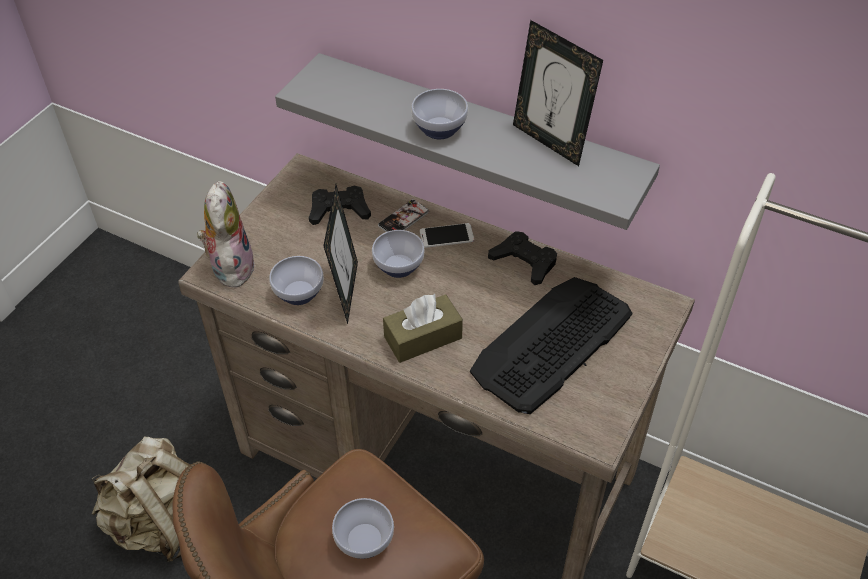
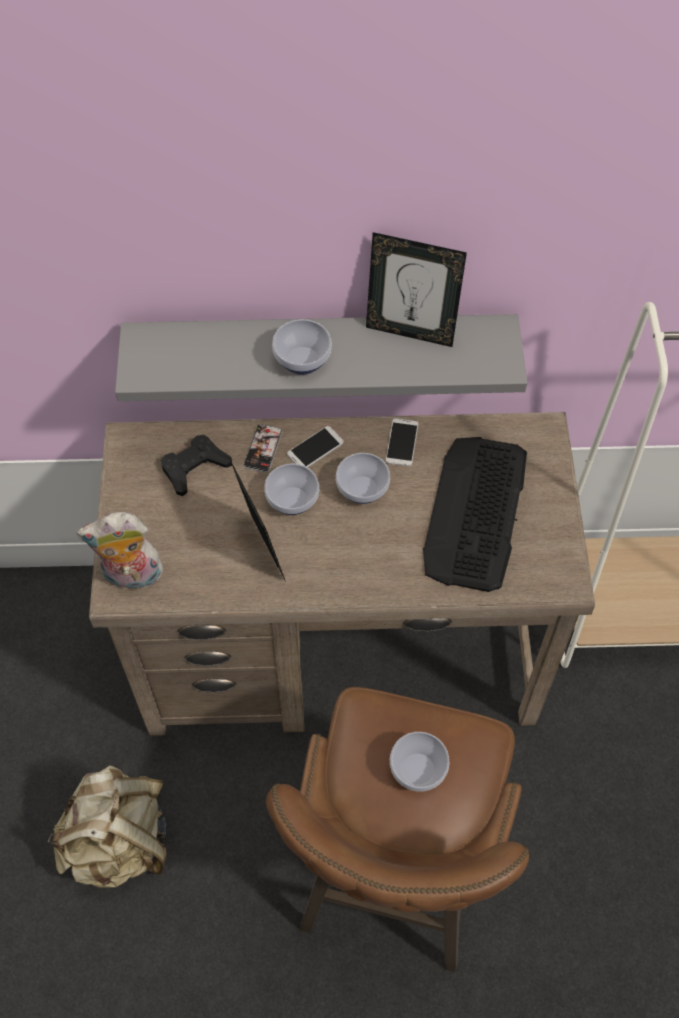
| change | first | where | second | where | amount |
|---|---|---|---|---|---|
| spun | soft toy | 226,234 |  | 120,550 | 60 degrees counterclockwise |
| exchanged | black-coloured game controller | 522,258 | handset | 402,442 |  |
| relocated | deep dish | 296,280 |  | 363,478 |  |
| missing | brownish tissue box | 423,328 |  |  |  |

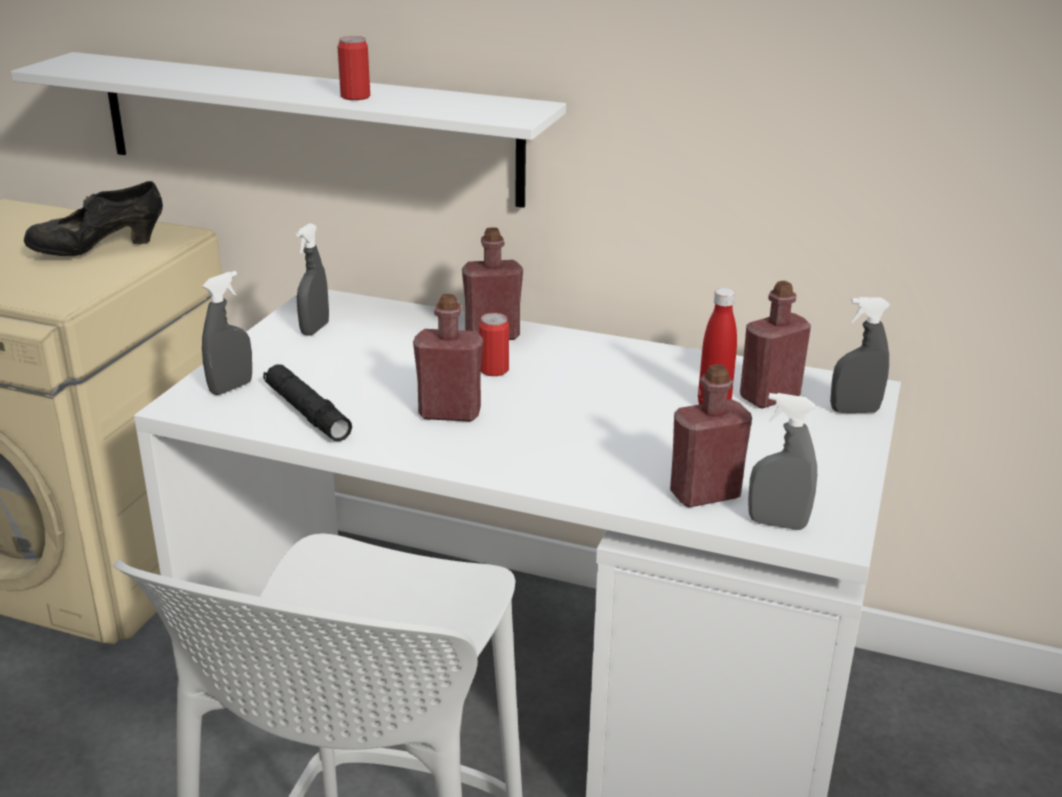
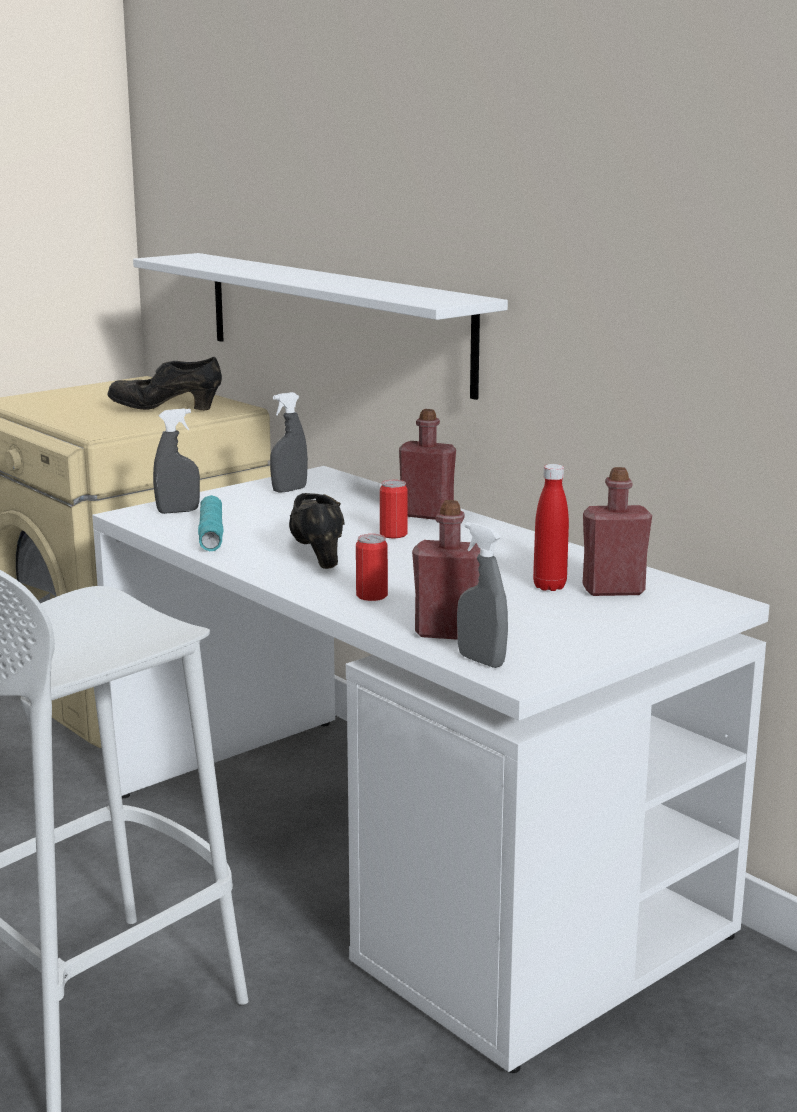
| change | first | where | second | where | amount |
|---|---|---|---|---|---|
| relocated | sealed can | 354,68 |  | 372,567 |  |
| exchanged | red-coloured drink bottle | 448,358 | black-coloured low shoe | 317,531 |  |
| missing | grey hand sprayer | 860,355 |  |  |  |
| colour | black-coloured torch | 307,402 | turquoise-coloured torch | 211,523 |  |

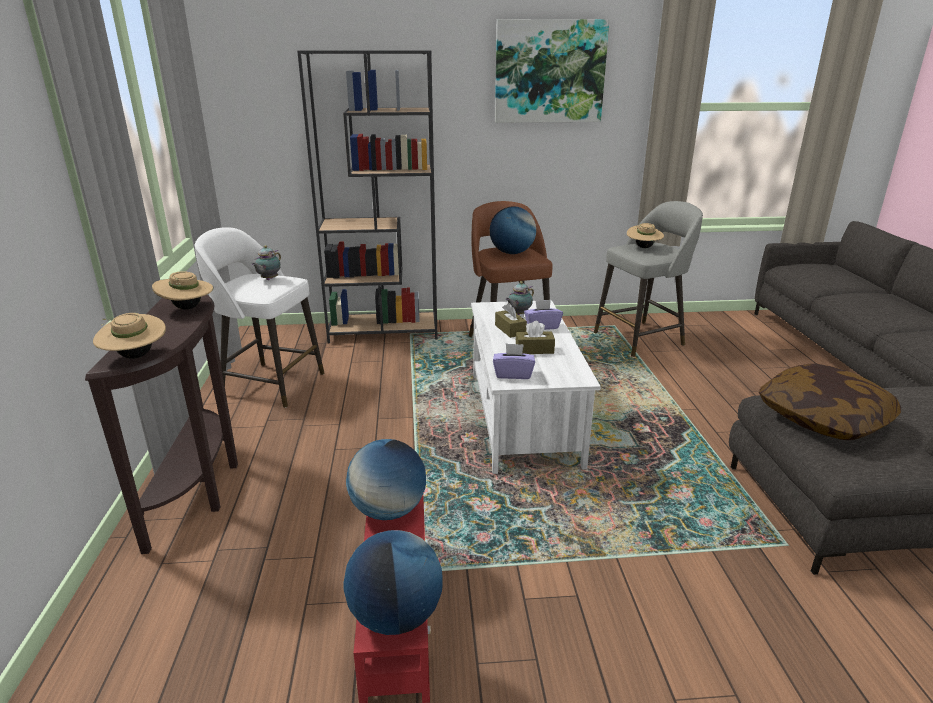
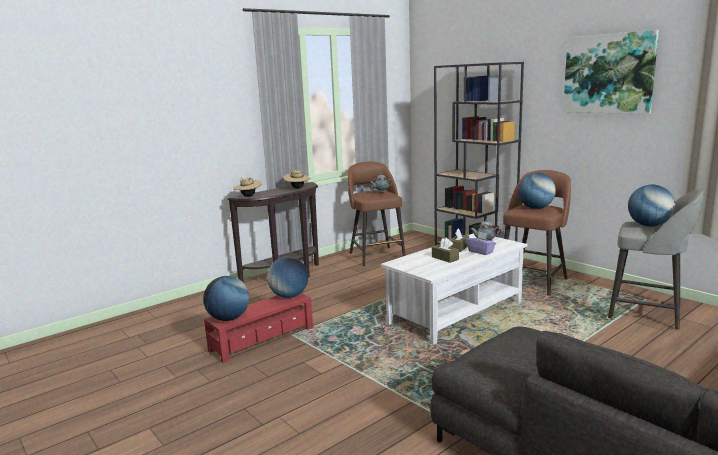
| change | first | where | second | where | amount |
|---|---|---|---|---|---|
| exchanged | beige-coloured wearable hat | 645,235 | desk globe | 651,205 |  |
| colour | white-coloured stool seat | 260,317 | brownish stool seat | 377,214 |  |
| missing | purple-coloured tissue box | 514,361 |  |  |  |
| missing | pillow | 830,402 |  |  |  |

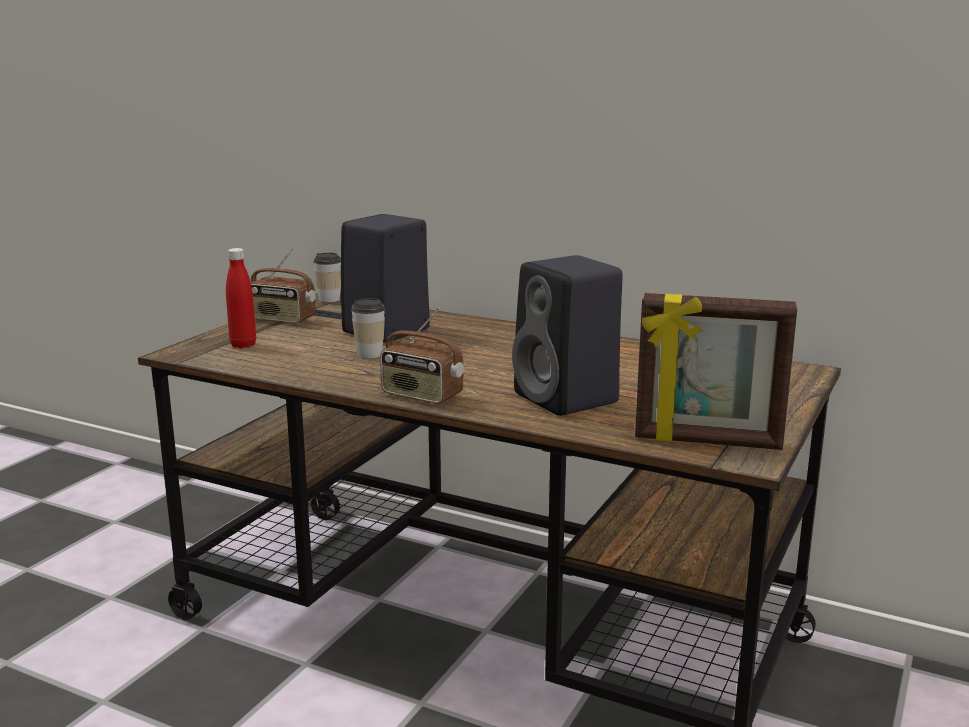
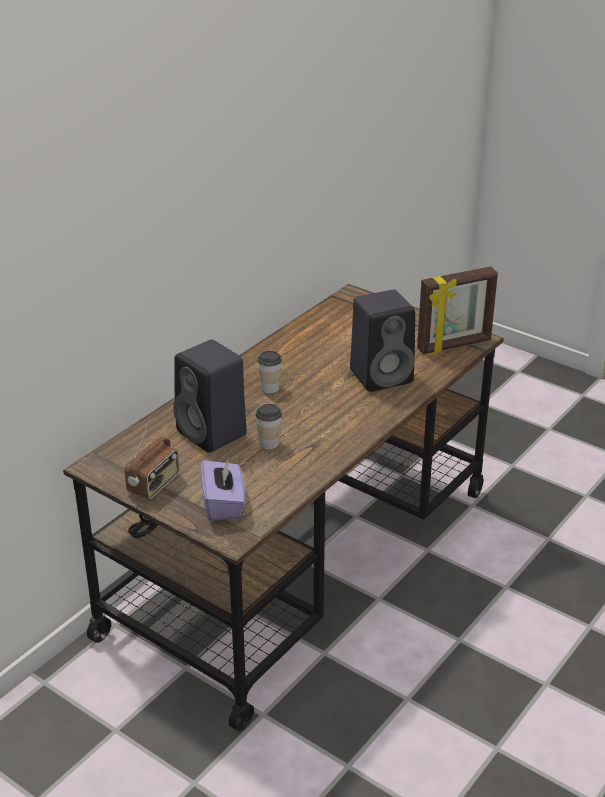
| change | first | where | second | where | amount |
|---|---|---|---|---|---|
| exchanged | red-coloured drink bottle | 241,298 | purple-coloured tissue box | 222,490 |  |
| relocated | small cup | 327,277 |  | 269,372 |  |
| spun | photo frame | 716,371 |  | 457,310 | 45 degrees clockwise |
| missing | radio | 422,355 |  |  |  |

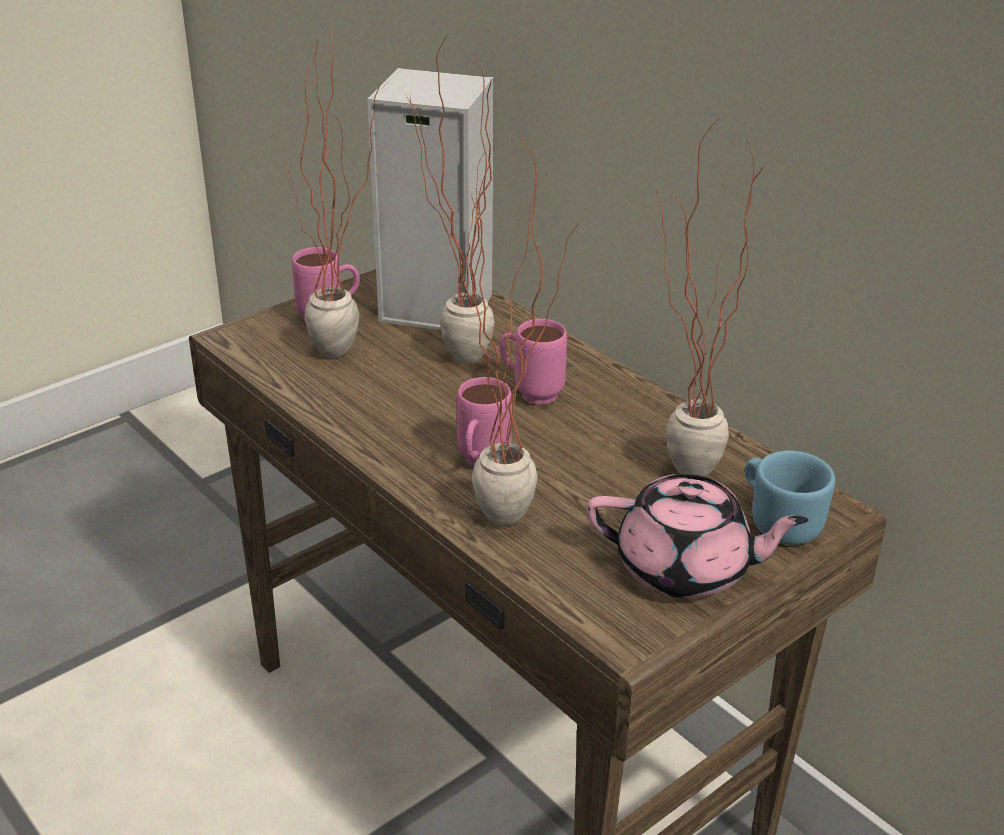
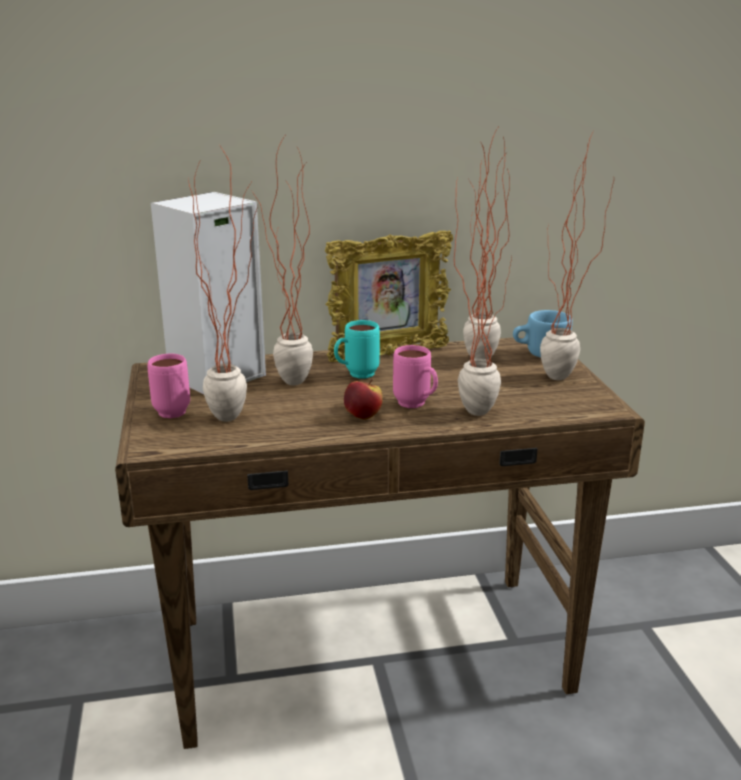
| change | first | where | second | where | amount |
|---|---|---|---|---|---|
| colour | pink coffee mug | 533,362 | turquoise-coloured coffee mug | 357,349 |  |
| exchanged | pink pot for tea | 698,536 | plant in a pot | 577,256 |  |
| appeared |  |  | photo frame | 389,296 |  |
| appeared |  |  | apple | 363,399 |  |

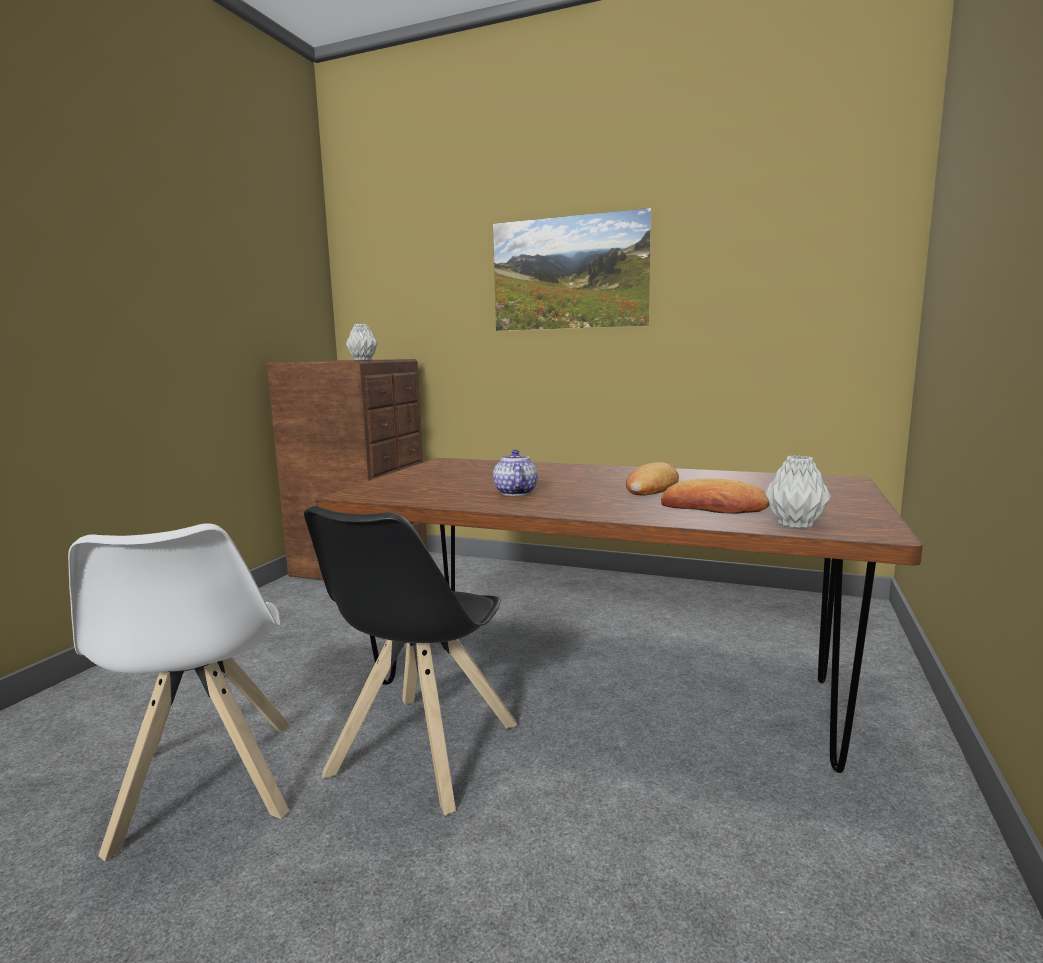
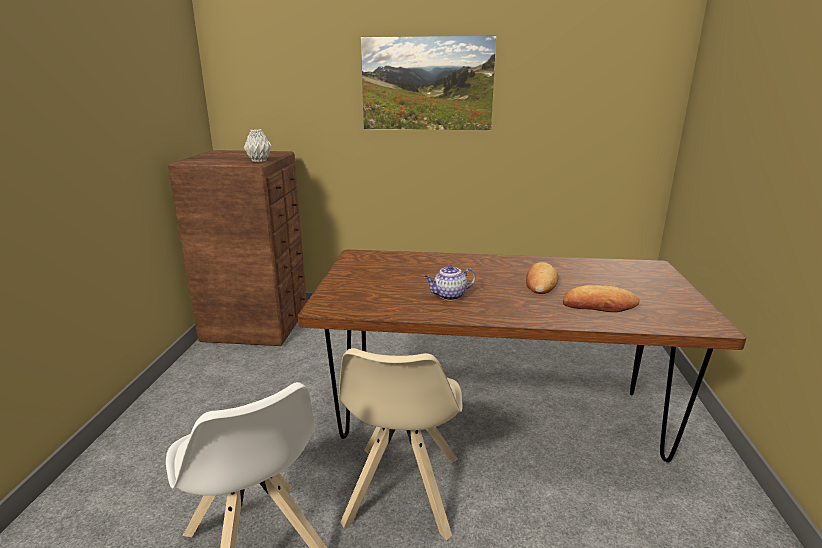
| change | first | where | second | where | amount |
|---|---|---|---|---|---|
| spun | pot for tea | 515,473 |  | 450,282 | 90 degrees counterclockwise |
| missing | grey flower vase | 798,491 |  |  |  |
| colour | black-coloured chair | 411,660 | beige-coloured chair | 400,444 |  |

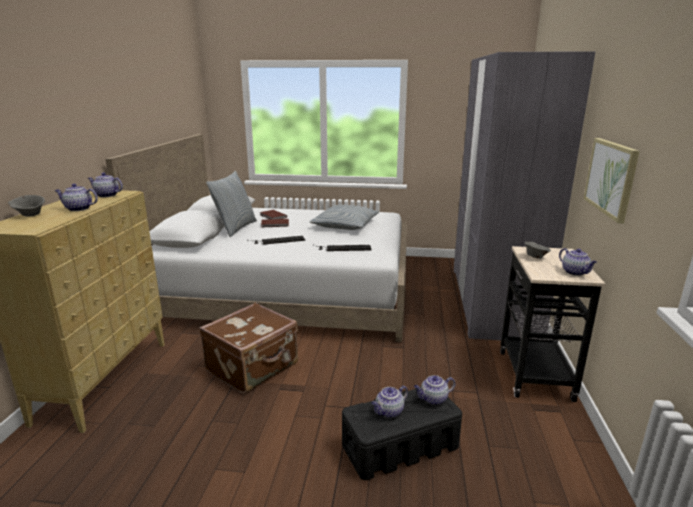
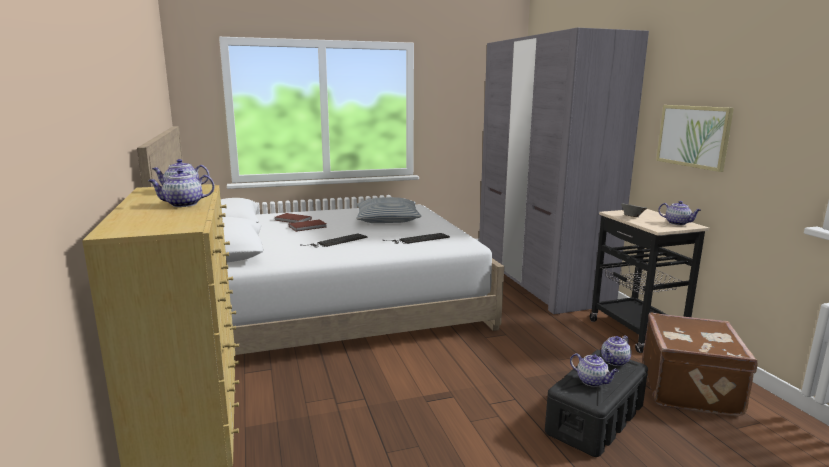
| change | first | where | second | where | amount |
|---|---|---|---|---|---|
| missing | pillow | 231,204 |  |  |  |
| missing | grey deep dish | 26,206 |  |  |  |
| relocated | brownish piece of luggage | 248,348 |  | 700,365 |  |
| spun | pot for tea | 389,402 |  | 594,370 | 75 degrees counterclockwise |

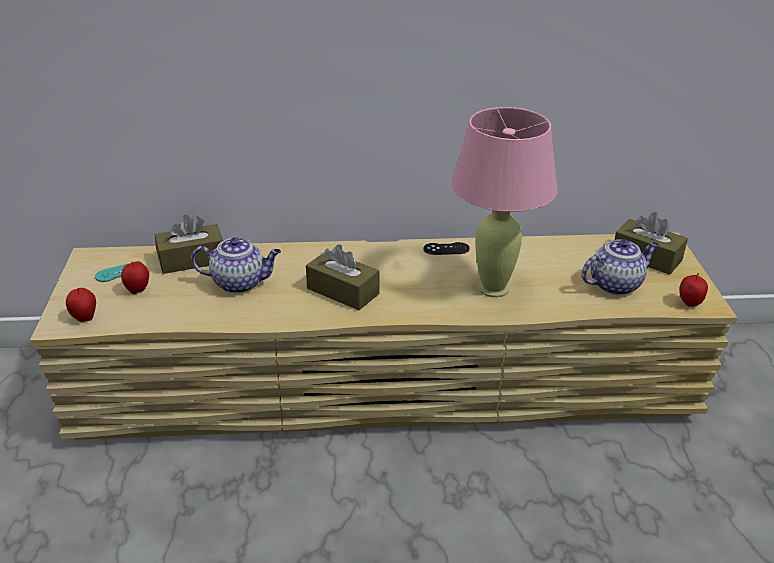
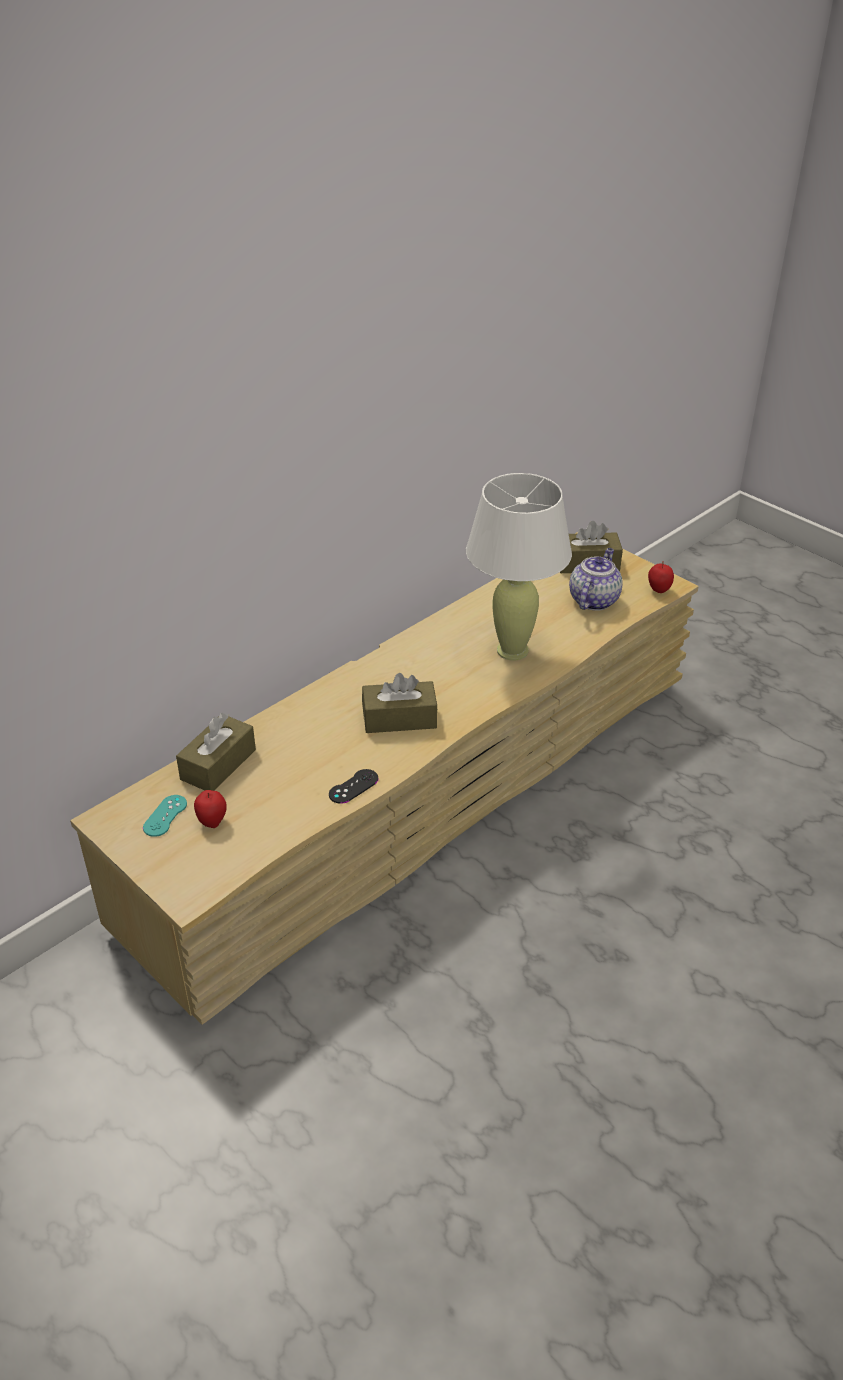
| change | first | where | second | where | amount |
|---|---|---|---|---|---|
| colour | pink lamp for a table | 504,202 | white-coloured lamp for a table | 519,567 |  |
| missing | pot for tea | 236,265 |  |  |  |
| relocated | black-coloured game controller | 446,248 |  | 354,786 |  |
| missing | apple | 81,305 |  |  |  |

